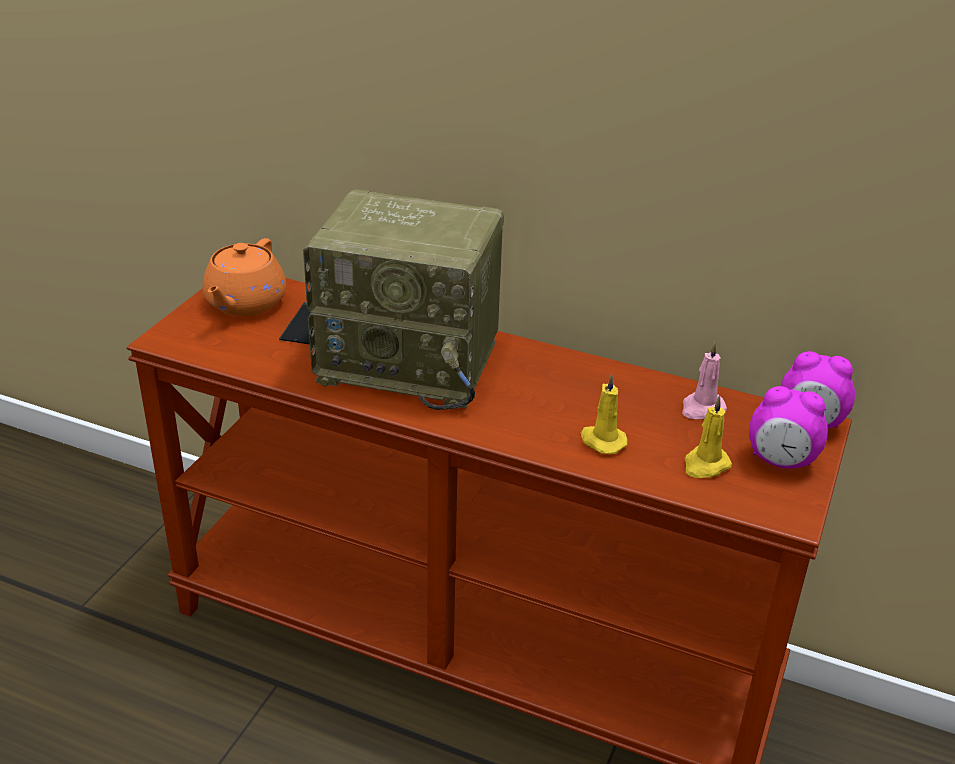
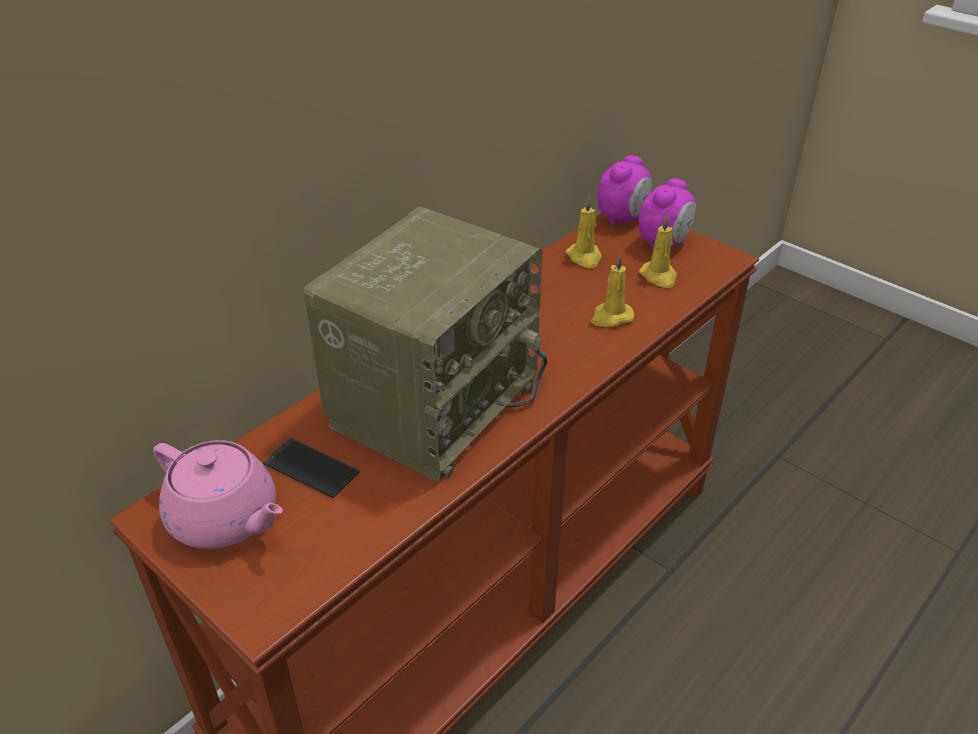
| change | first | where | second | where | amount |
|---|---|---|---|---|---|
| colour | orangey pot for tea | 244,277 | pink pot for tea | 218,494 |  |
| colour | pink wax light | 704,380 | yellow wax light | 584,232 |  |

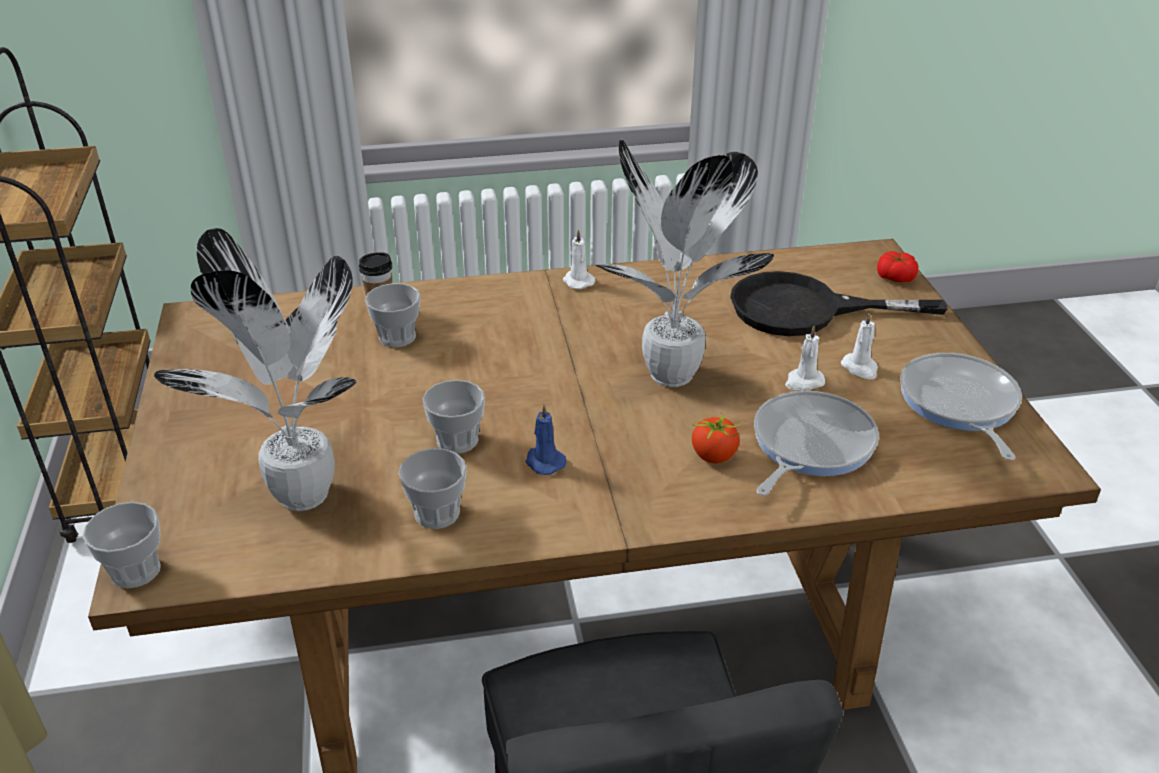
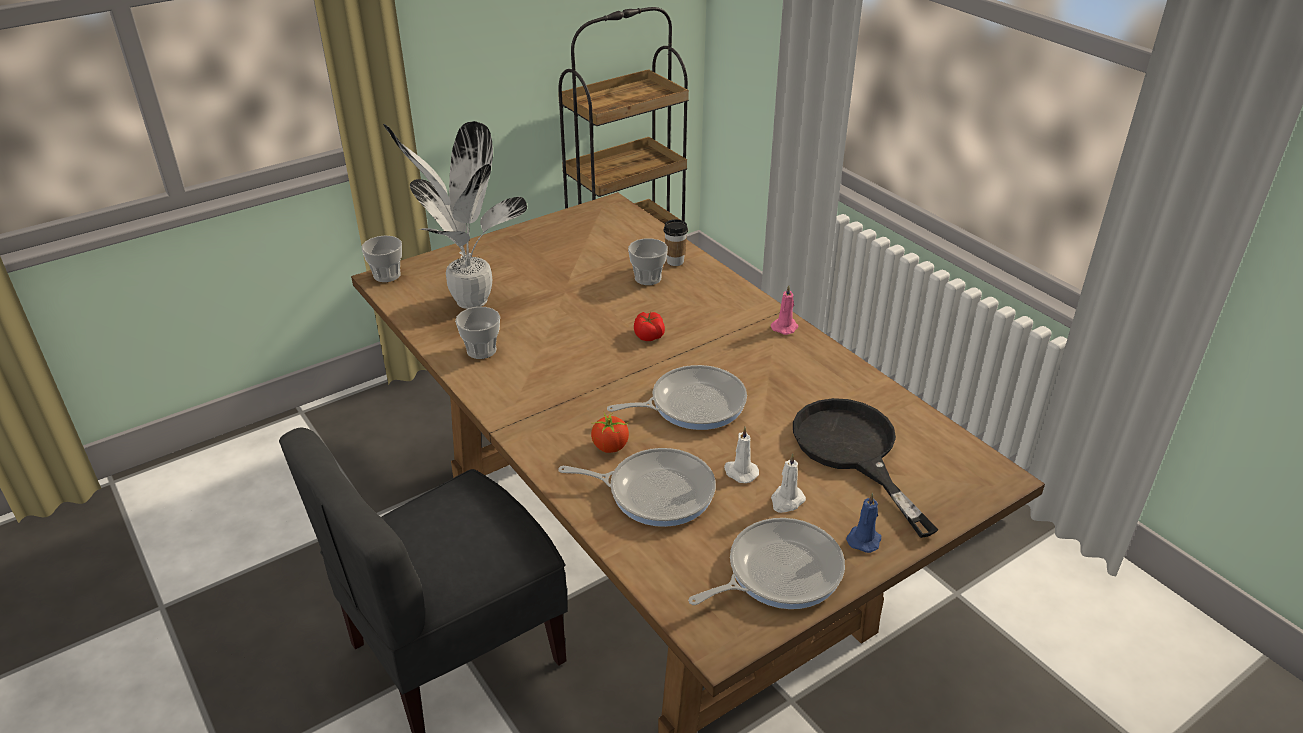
| change | first | where | second | where | amount |
|---|---|---|---|---|---|
| exchanged | plant in a pot | 684,263 | skillet | 677,397 |  |
| colour | white-coloured wax light | 579,259 | pink wax light | 784,310 |  |
| relocated | fresh tomato | 897,266 |  | 649,326 |  |
| missing | small cup | 453,417 |  |  |  |
| relocated | blue-coloured wax light | 546,439 |  | 863,522 |  |

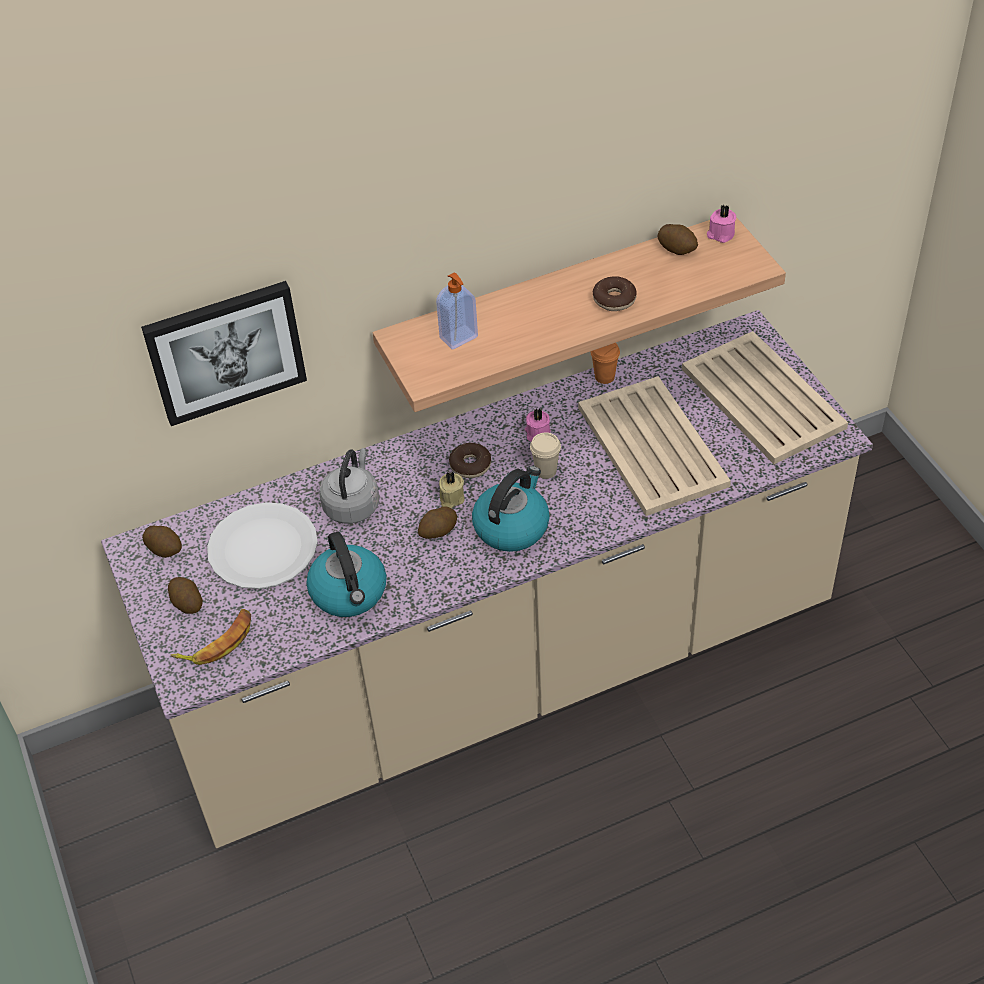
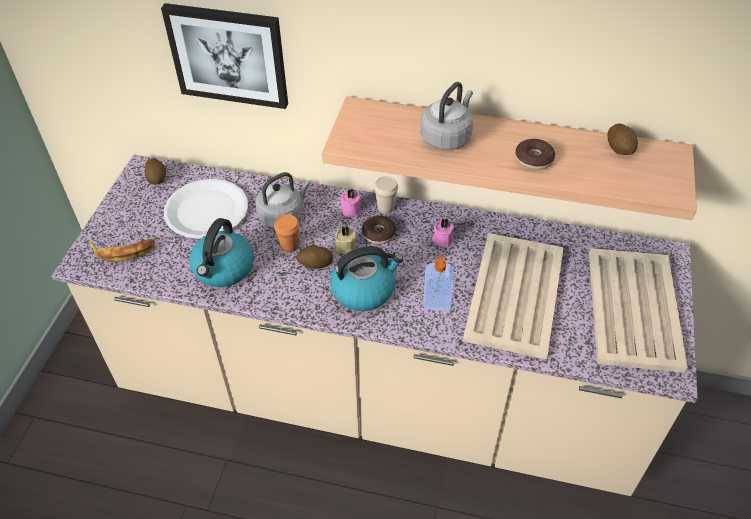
| change | first | where | second | where | amount |
|---|---|---|---|---|---|
| relocated | pink wax light | 721,224 |  | 351,203 |  |
| relocated | soap dispenser | 457,311 |  | 439,282 |  |
| relocated | orangey small cup | 605,363 |  | 287,233 |  |
| relocated | beige-coloured small cup | 545,455 |  | 386,195 |  |
| missing | spud | 185,595 |  |  |  |
| appeared |  |  | grey kettle | 446,116 |  |

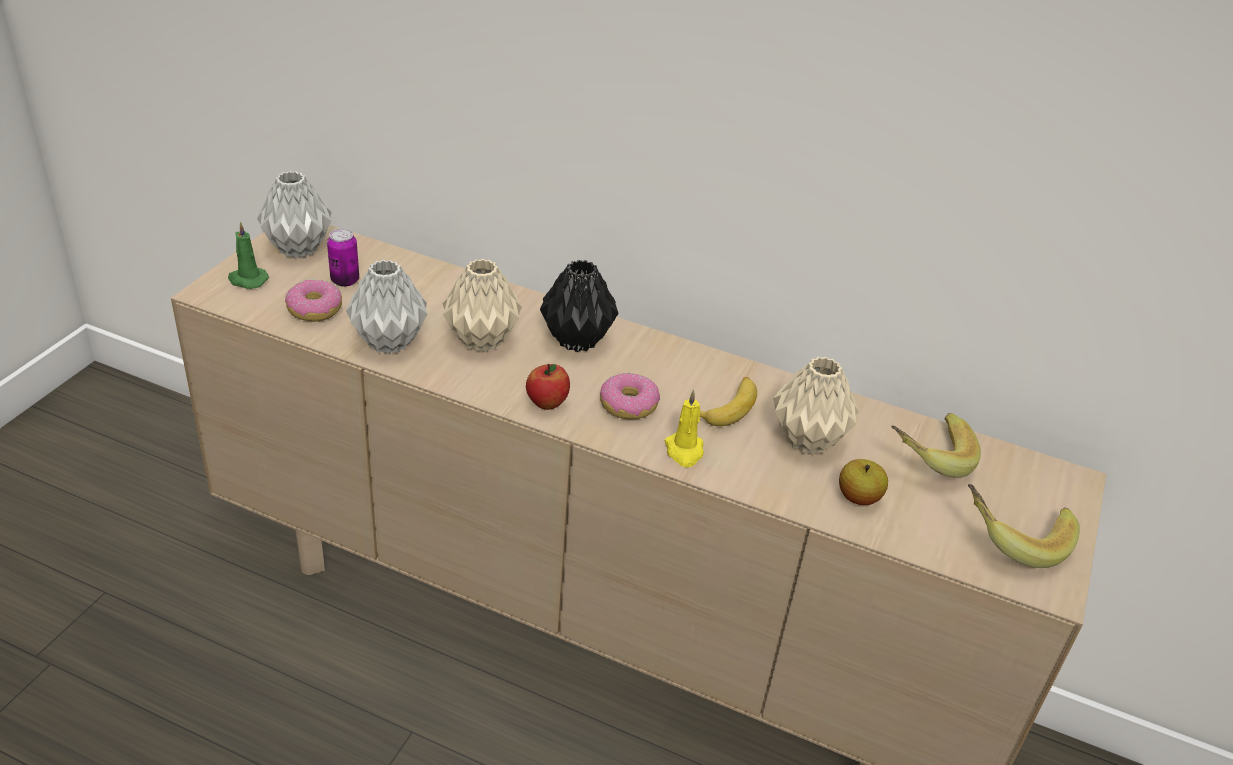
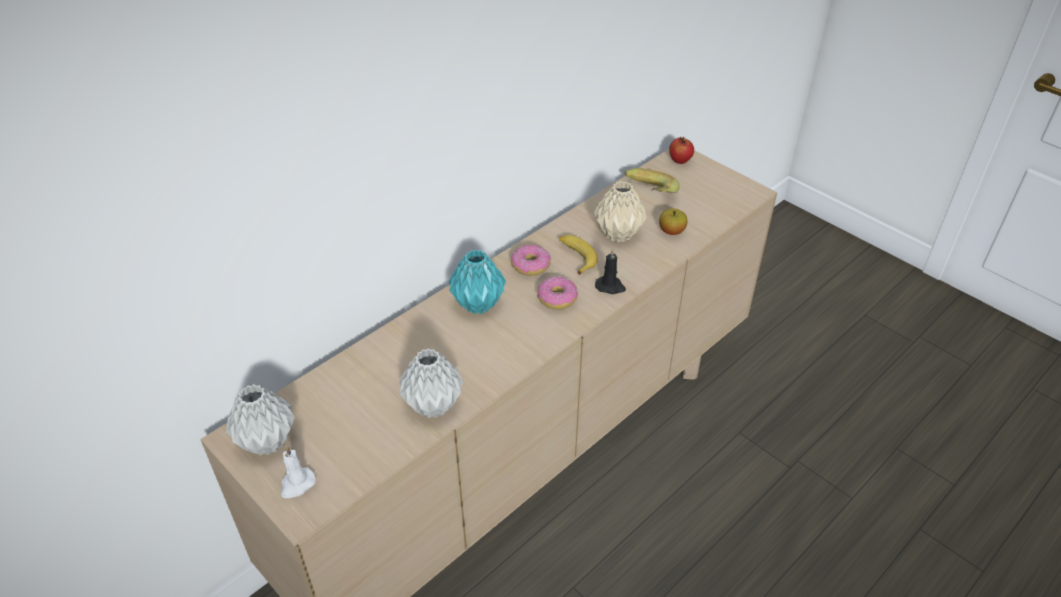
| change | first | where | second | where | amount |
|---|---|---|---|---|---|
| colour | greenish wax light | 248,255 | white-coloured wax light | 298,471 |  |
| missing | sealed can | 343,258 |  |  |  |
| missing | beige-coloured flower vase | 482,305 |  |  |  |
| colour | black-coloured flower vase | 579,306 | turquoise-coloured flower vase | 477,282 |  |
| relocated | doughnut | 313,300 |  | 531,260 |  |
| relocated | apple | 548,387 |  | 681,150 |  |
| colour | yellow wax light | 684,428 | black-coloured wax light | 610,271 |  |
| missing | whole banana | 1024,526 |  |  |  |

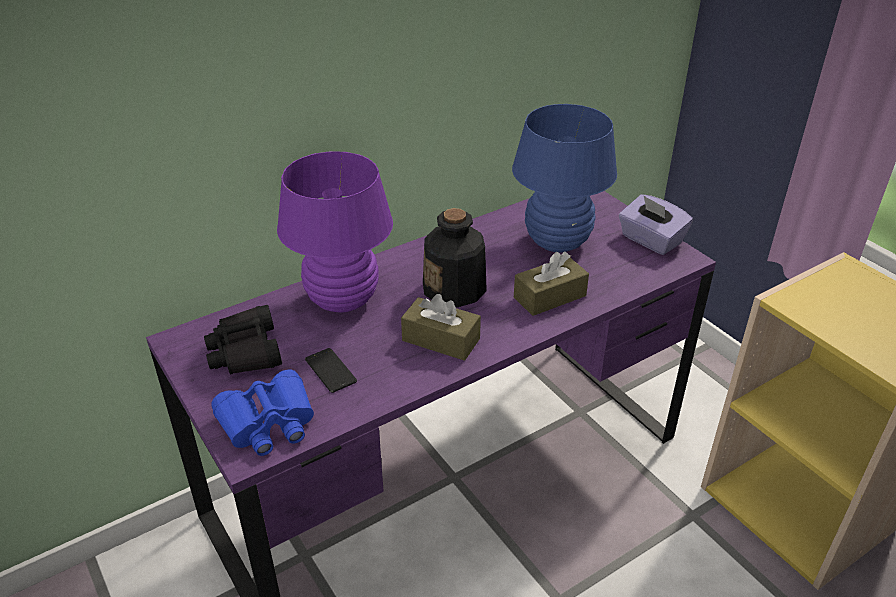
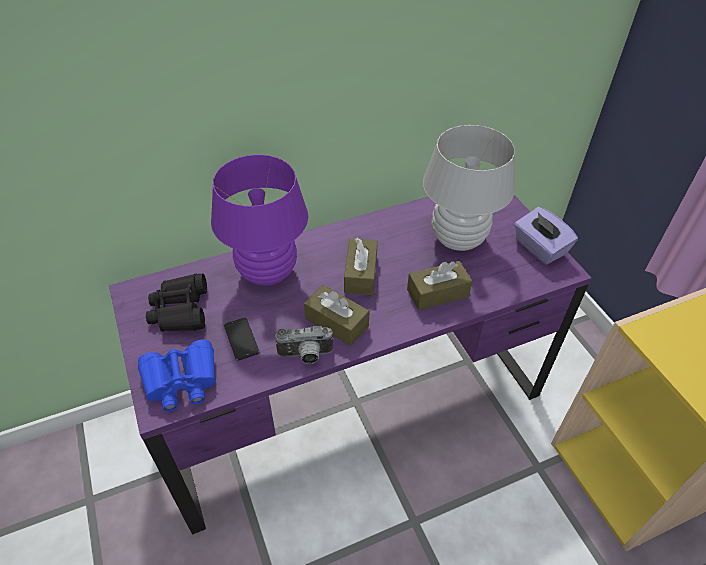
| change | first | where | second | where | amount |
|---|---|---|---|---|---|
| colour | blue-coloured lamp for a table | 564,178 | white-coloured lamp for a table | 469,188 |  |
| exchanged | drink bottle | 455,257 | brownish tissue box | 361,266 |  |
| appeared |  |  | photo camera | 304,345 |  |

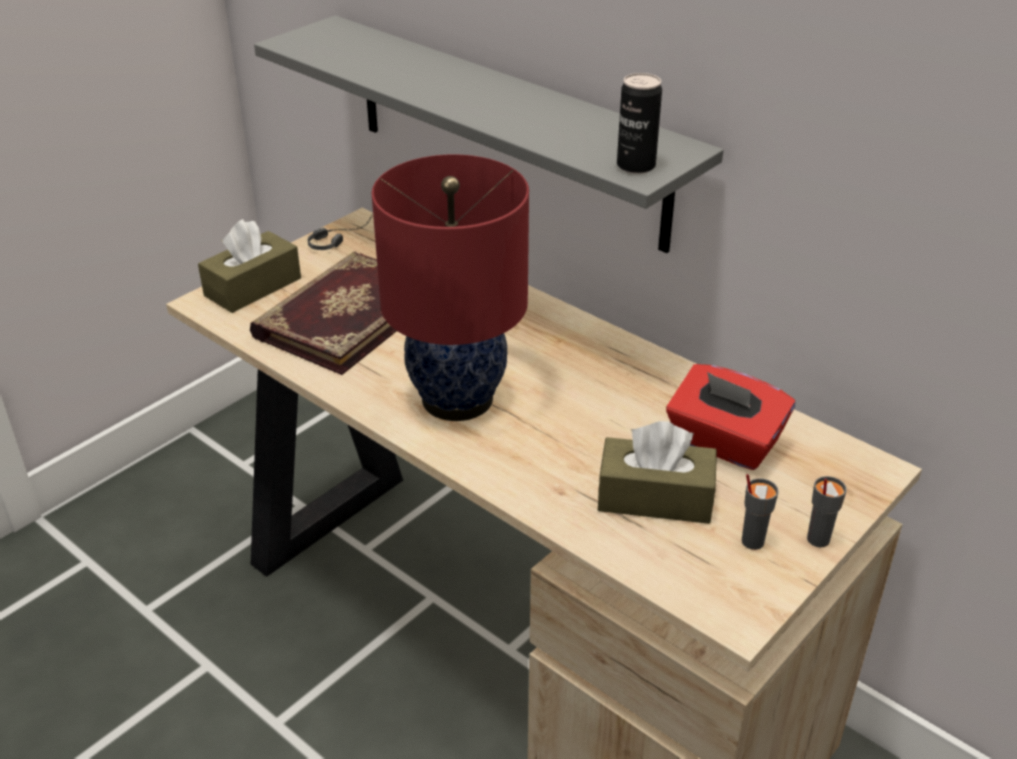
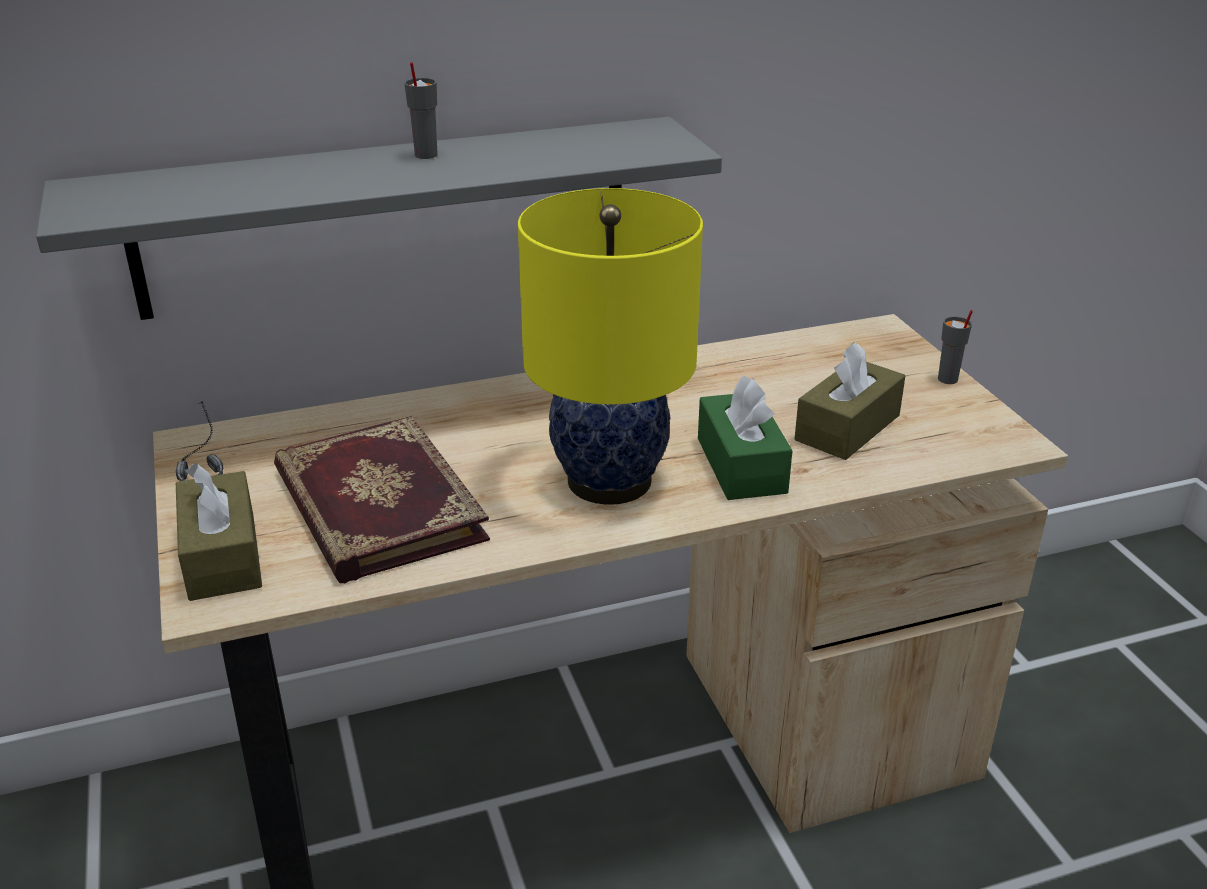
| change | first | where | second | where | amount |
|---|---|---|---|---|---|
| missing | sealed can | 639,123 |  |  |  |
| colour | red-coloured lamp for a table | 450,288 | yellow lamp for a table | 610,346 |  |
| missing | red-coloured tissue box | 730,417 |  |  |  |
| relocated | grey small cup | 760,512 |  | 421,110 |  |
| appeared |  |  | greenish tissue box | 745,438 |  |

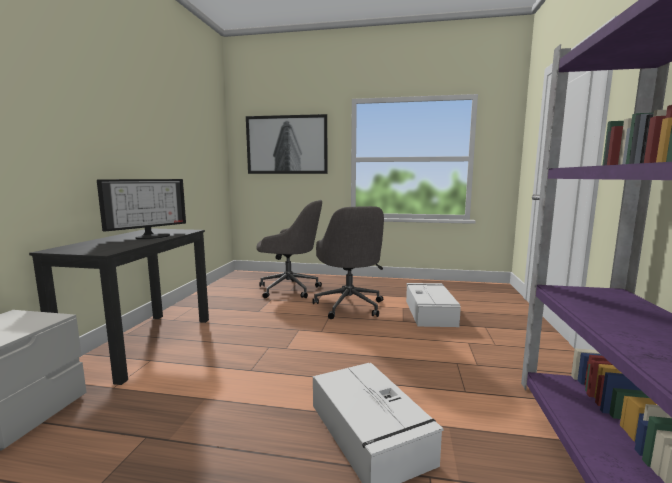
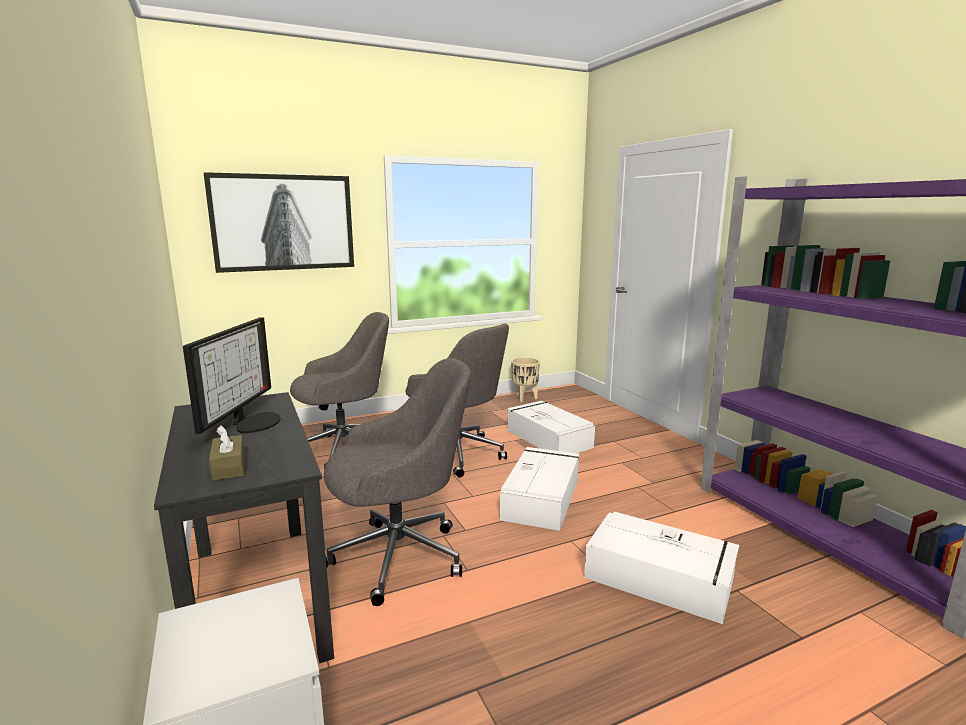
| change | first | where | second | where | amount |
|---|---|---|---|---|---|
| appeared |  |  | beige-coloured plant pot | 525,380 |  |
| appeared |  |  | grey computer chair | 397,482 |  |
| appeared |  |  | brownish tissue box | 226,453 |  |
| appeared |  |  | white-coloured storage container | 540,489 |  |

